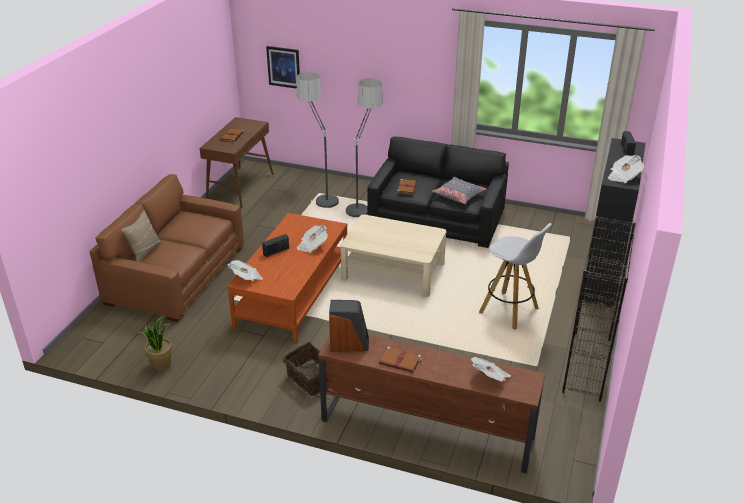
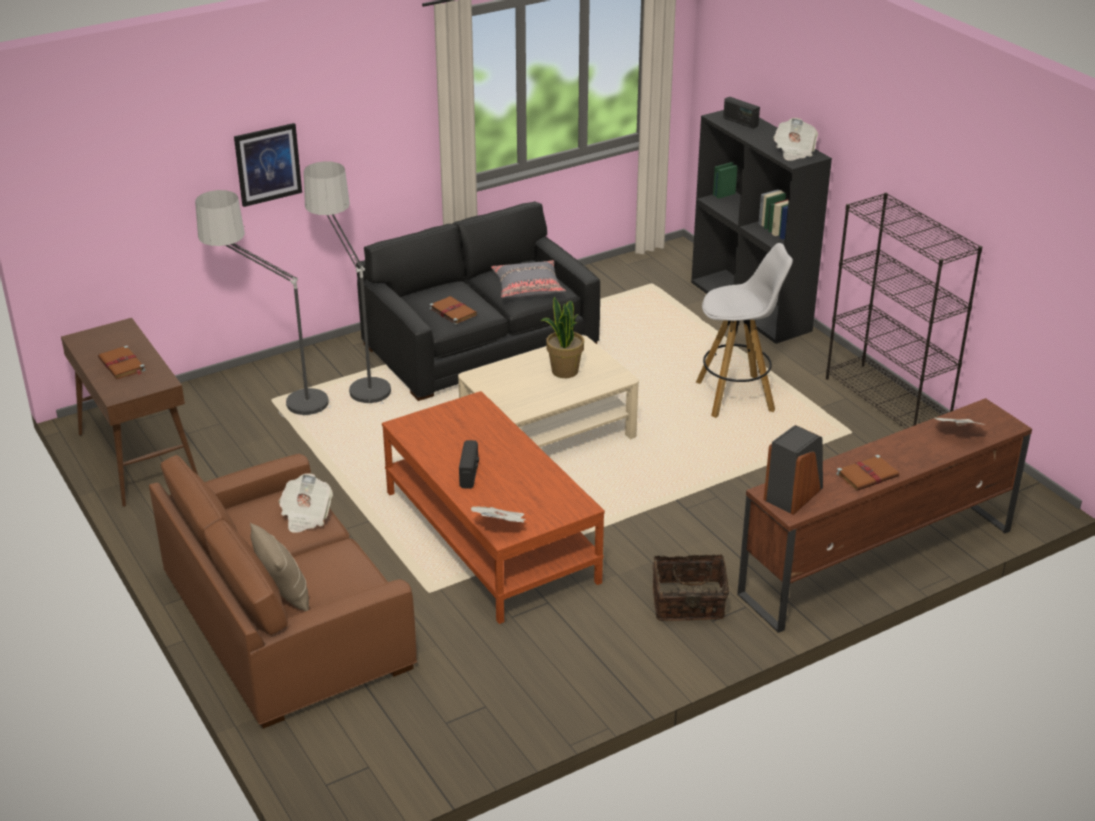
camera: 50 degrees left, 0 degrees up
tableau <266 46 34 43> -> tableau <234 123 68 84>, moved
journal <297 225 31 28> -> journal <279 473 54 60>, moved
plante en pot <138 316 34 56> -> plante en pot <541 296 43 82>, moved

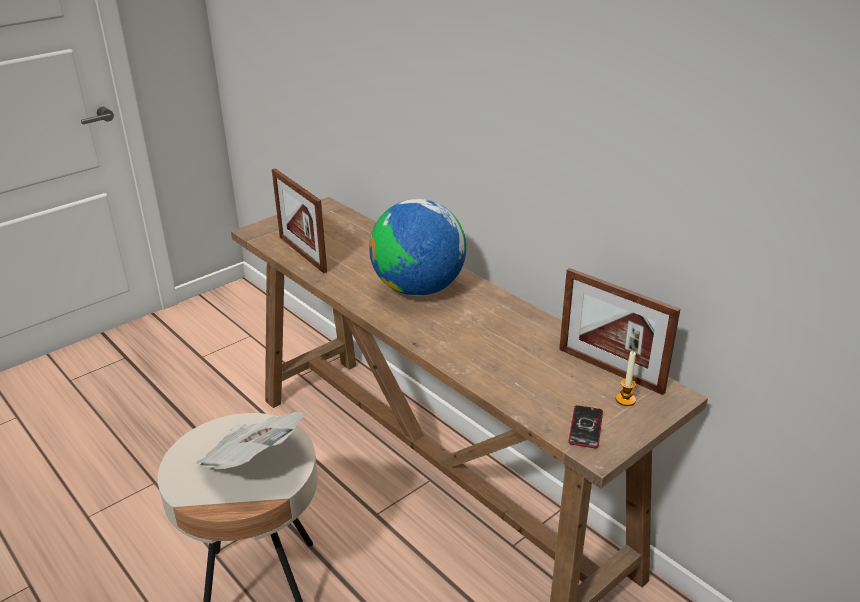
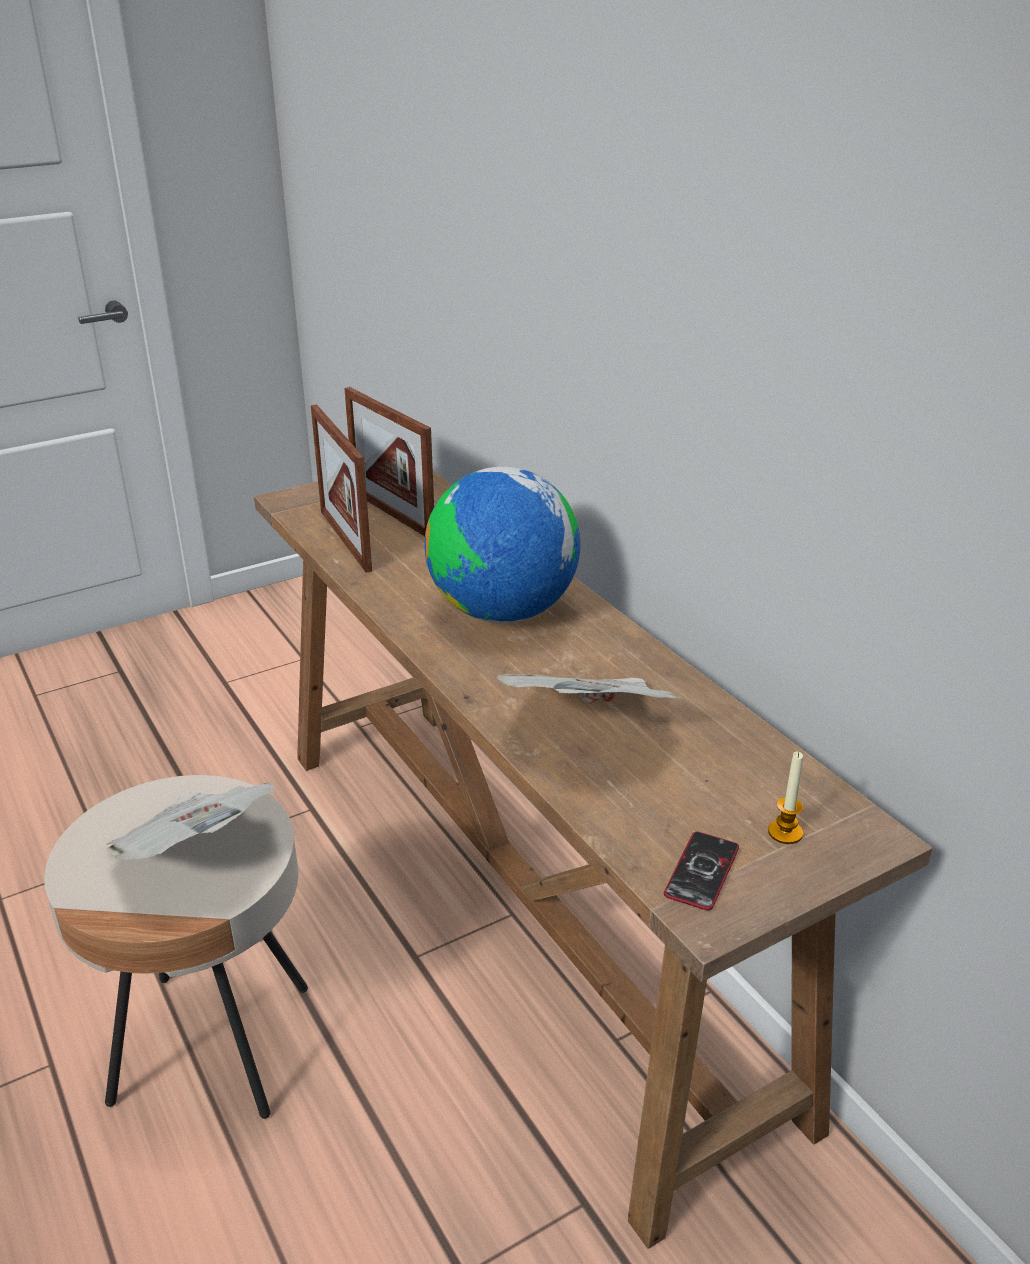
camera: 10 degrees right, 0 degrees up
cadre photo <559 268 121 127> -> cadre photo <344 387 90 149>, moved
none -> journal <497 674 186 30>

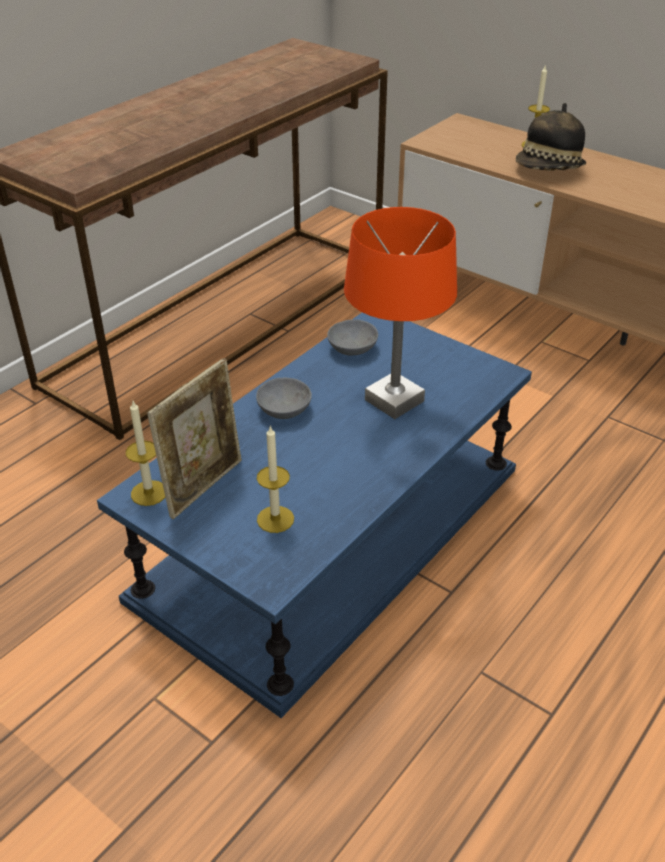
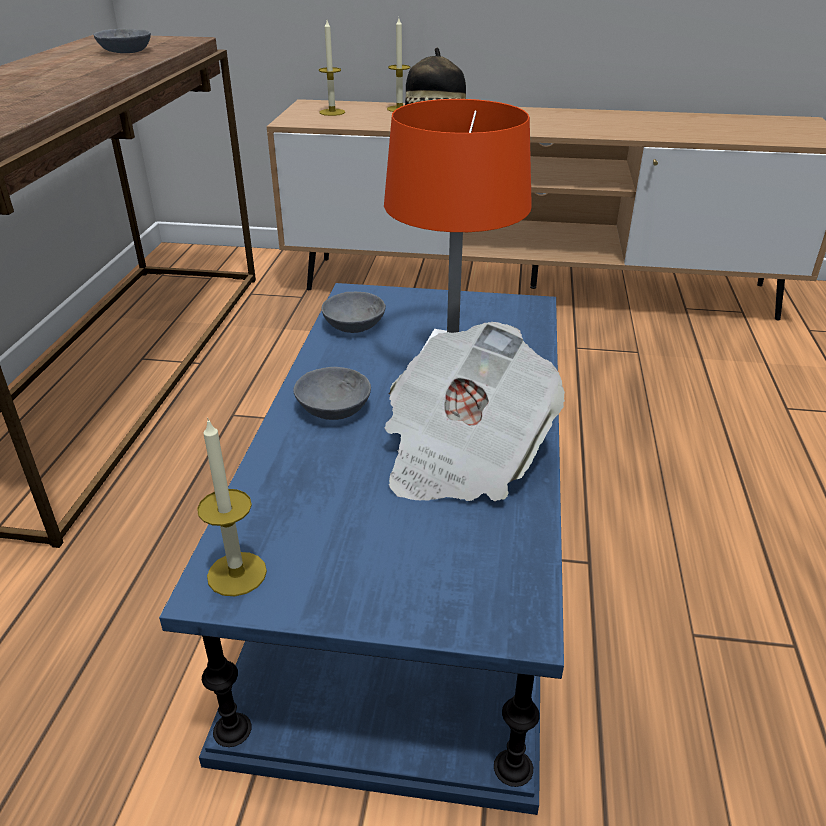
camera: 30 degrees left, 5 degrees down
none -> bol/gris <93 29 58 24>
bougie <257 425 37 108> -> bougie <319 20 26 96>, moved
none -> journal <384 322 181 179>
cadre photo <147 358 94 161> -> none

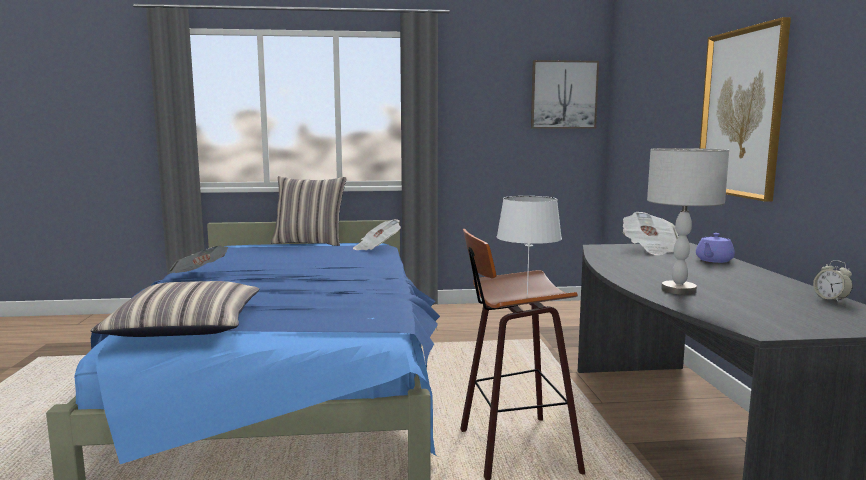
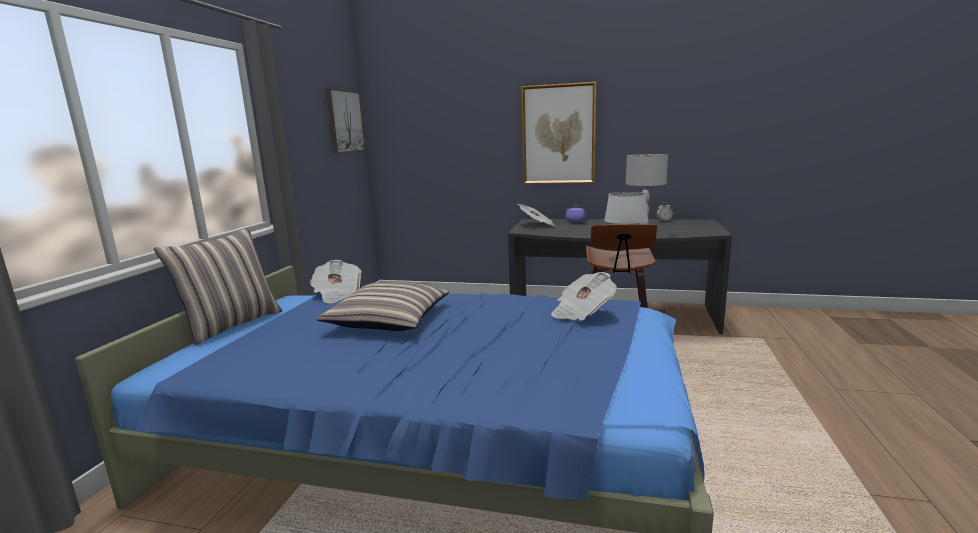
camera: 70 degrees left, 5 degrees up
coussin <90 281 169 56> -> coussin <316 282 133 49>, moved
journal <169 246 59 27> -> journal <551 272 66 49>, moved

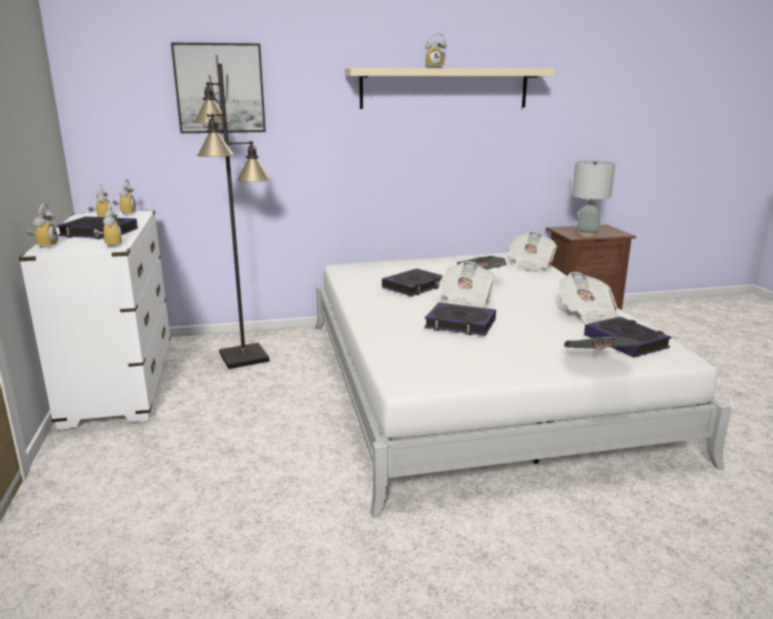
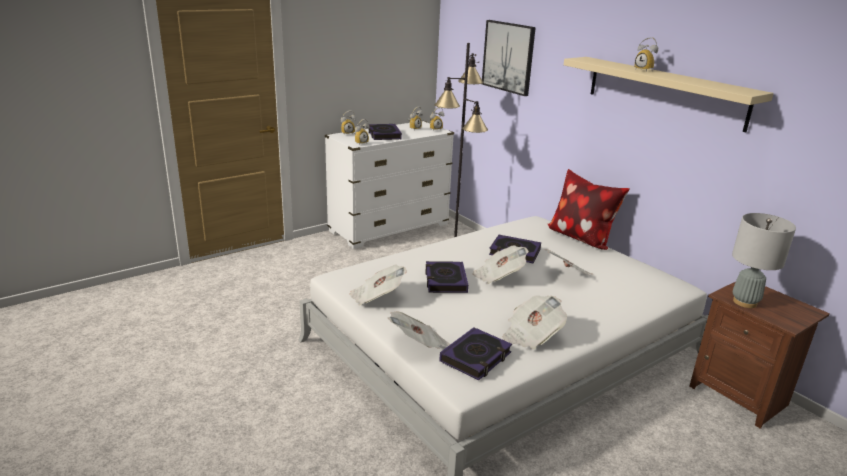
camera: 65 degrees right, 5 degrees up
journal <508 232 49 39> -> journal <350 265 57 41>, moved
none -> coussin <548 169 82 81>

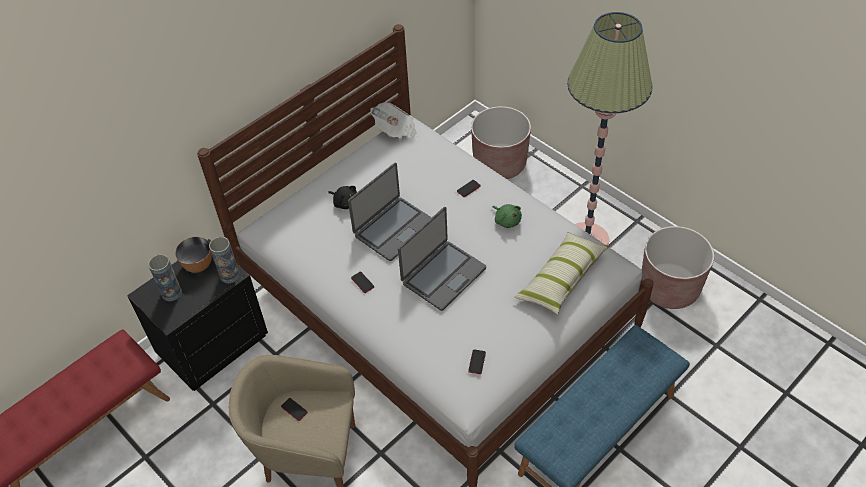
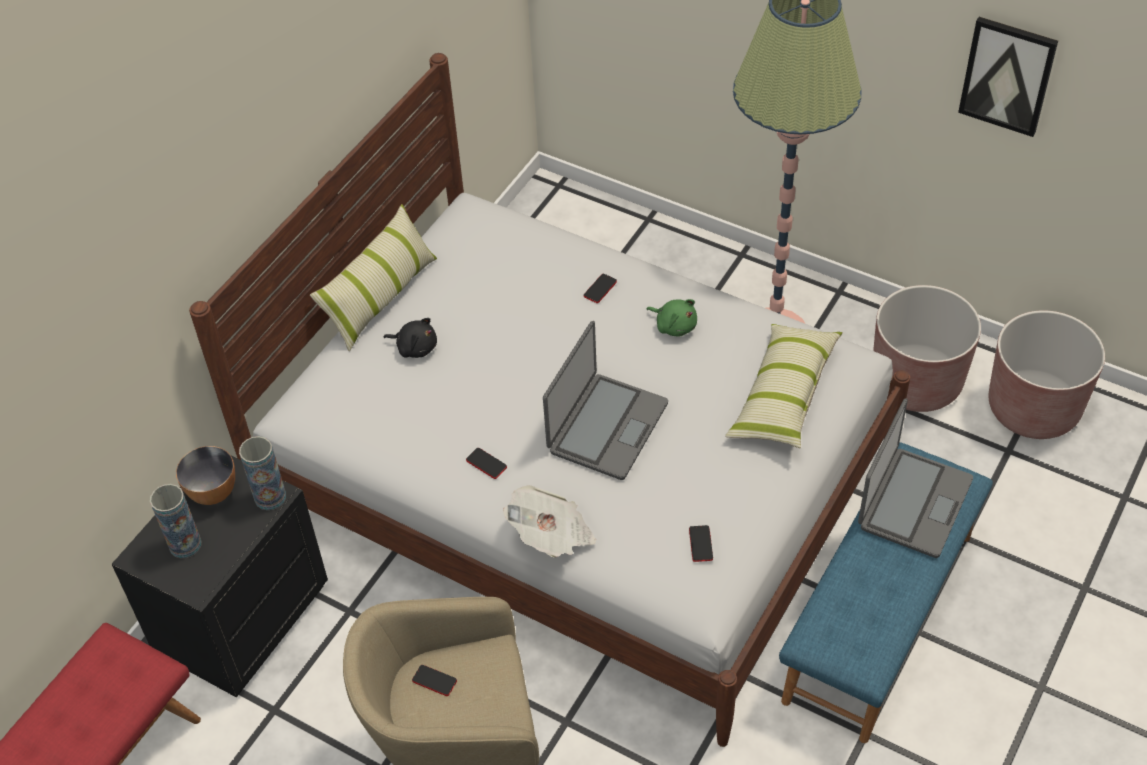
camera: 15 degrees left, 0 degrees up
none -> coussin <310 204 127 147>
journal <370 102 48 37> -> journal <503 485 93 73>, moved
ordinateur portable <348 163 84 98> -> ordinateur portable <858 398 115 160>, moved
none -> tableau <958 17 100 120>
cache-pot/marron <471 106 60 73> -> cache-pot/marron <988 310 117 129>, moved

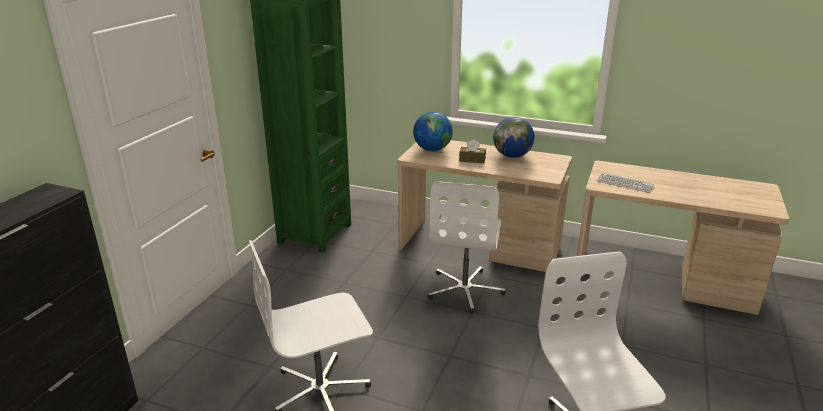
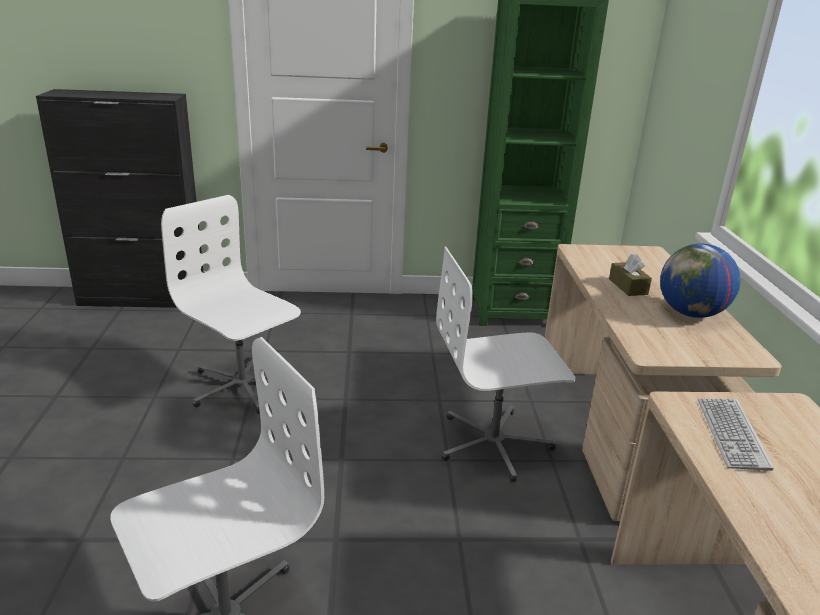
camera: 65 degrees right, 0 degrees up
globe <413 112 40 39> -> none

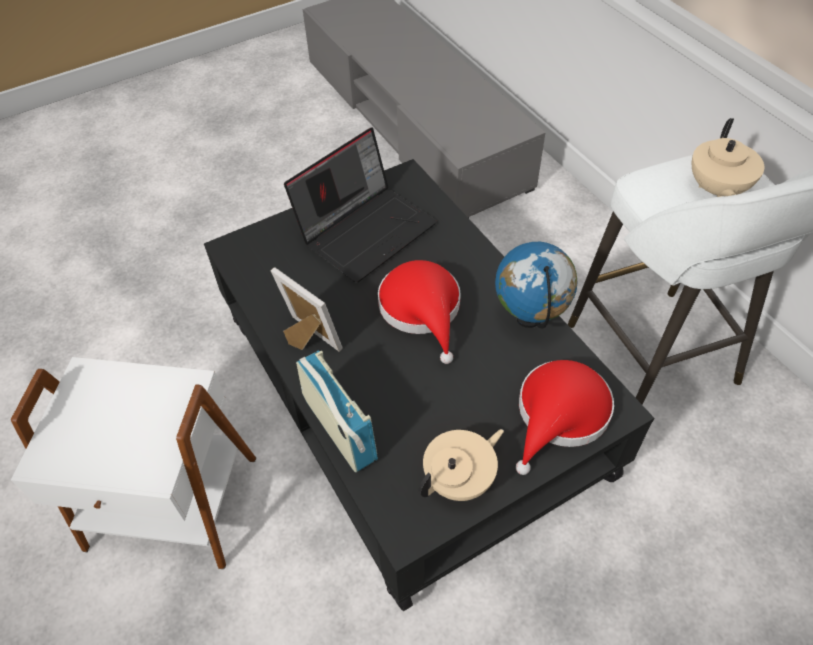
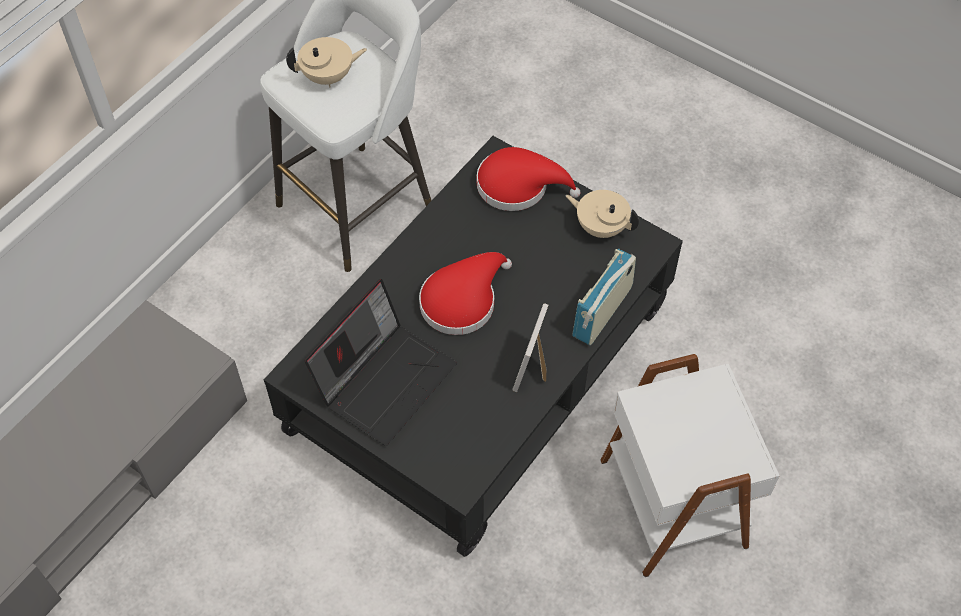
camera: 115 degrees left, 5 degrees up
ordinateur portable <284 127 153 156> -> ordinateur portable <304 279 153 167>, 105 degrees clockwise
globe <495 242 83 87> -> none

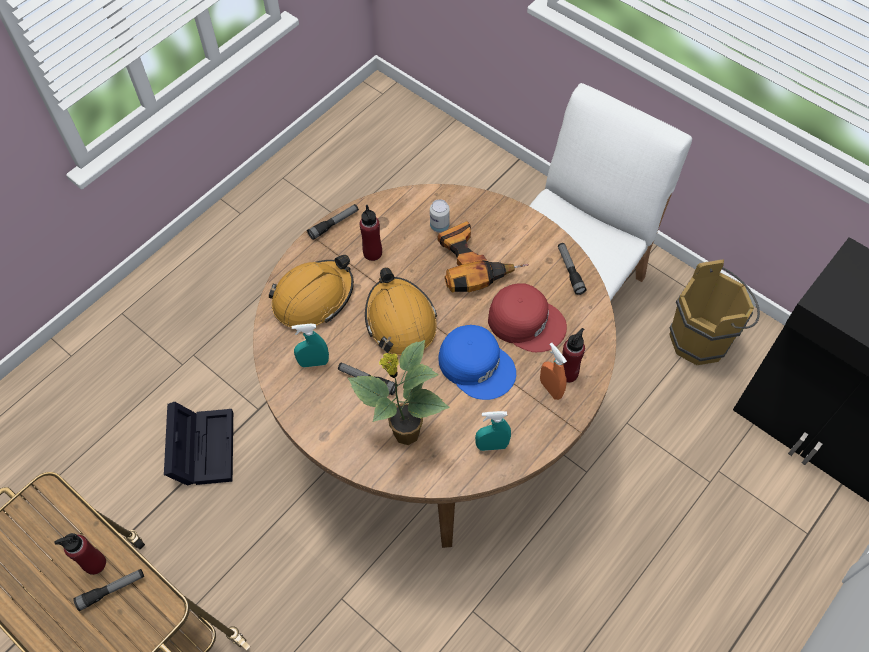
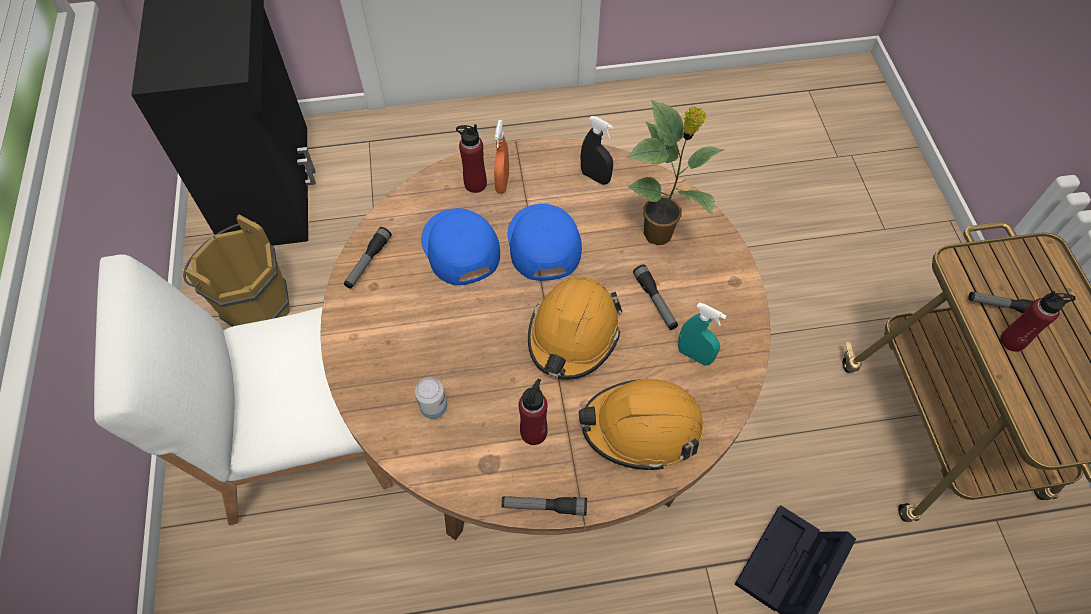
camera: 140 degrees left, 0 degrees up
casquette/rouge <488 283 79 69> -> casquette/bleu <421 208 79 77>
vaporisateur/turquoise <475 411 36 40> -> vaporisateur/noir <580 116 33 69>
perceuse <437 221 92 71> -> none

